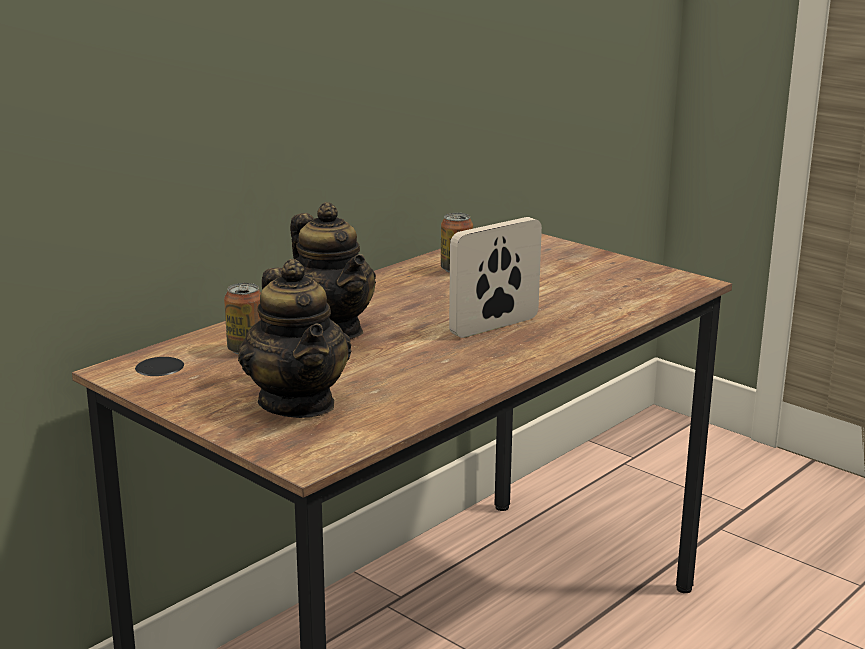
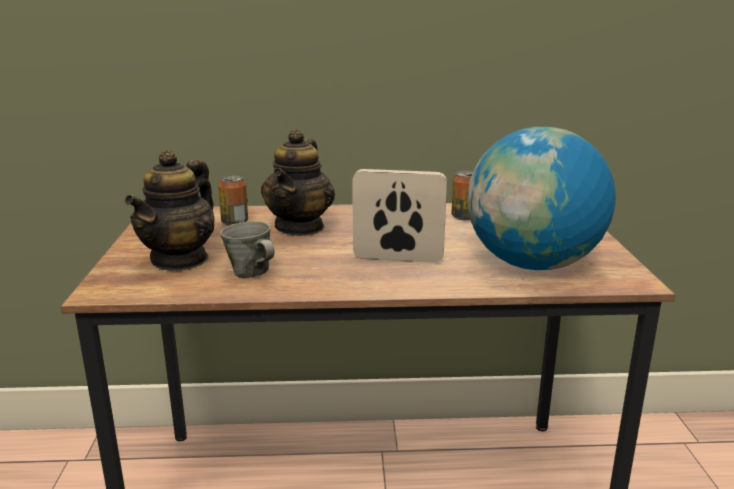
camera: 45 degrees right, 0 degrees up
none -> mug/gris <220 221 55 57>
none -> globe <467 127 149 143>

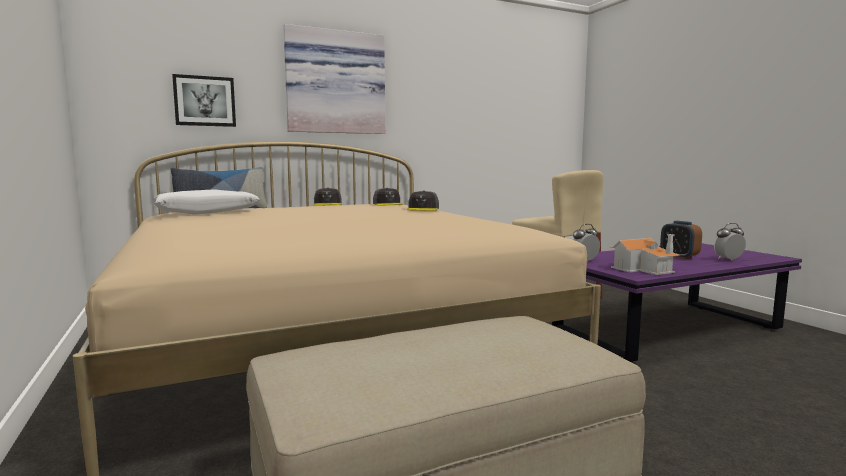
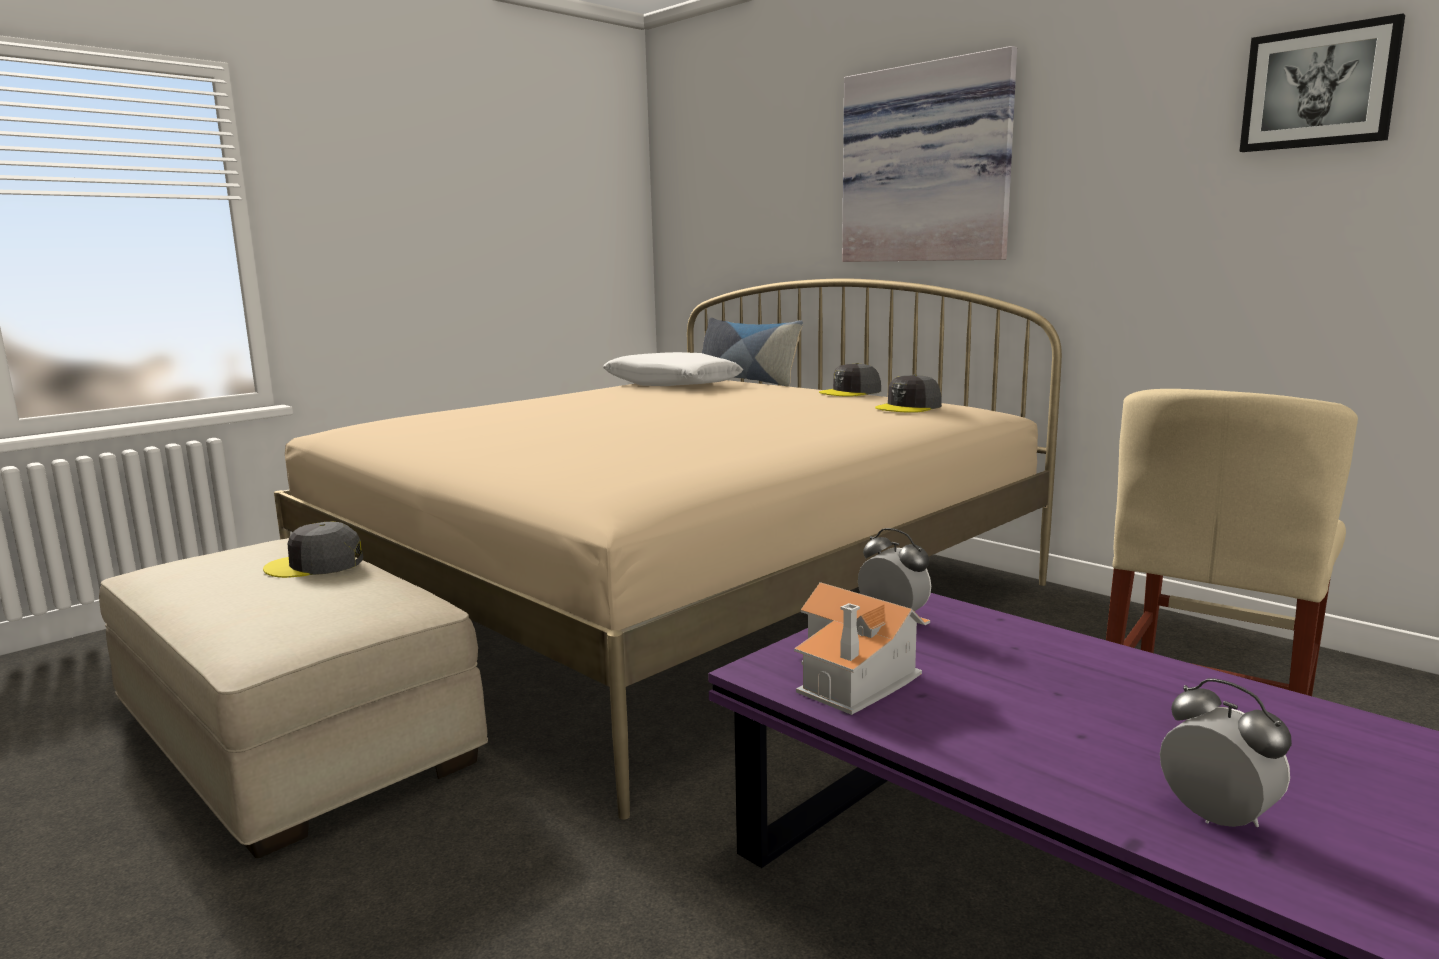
camera: 70 degrees right, 5 degrees up
casquette/gris <406 190 33 21> -> casquette/gris <263 521 100 57>, moved
tableau <172 74 64 53> -> tableau <1239 14 166 138>, moved
réveil <660 221 42 38> -> none

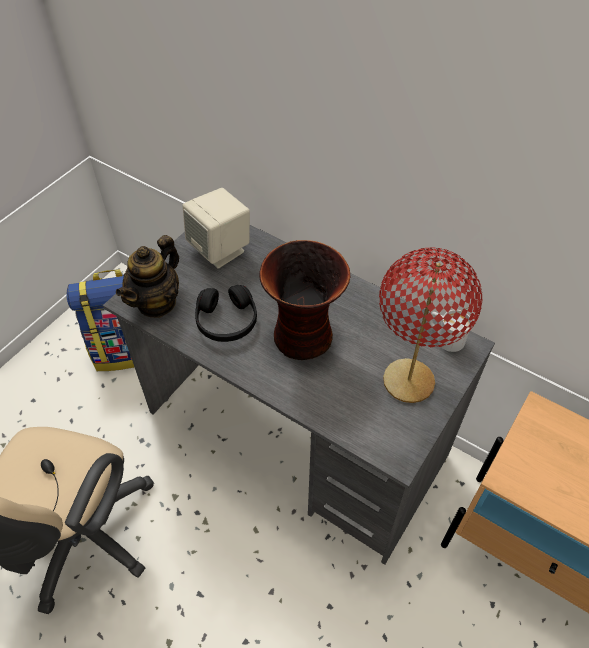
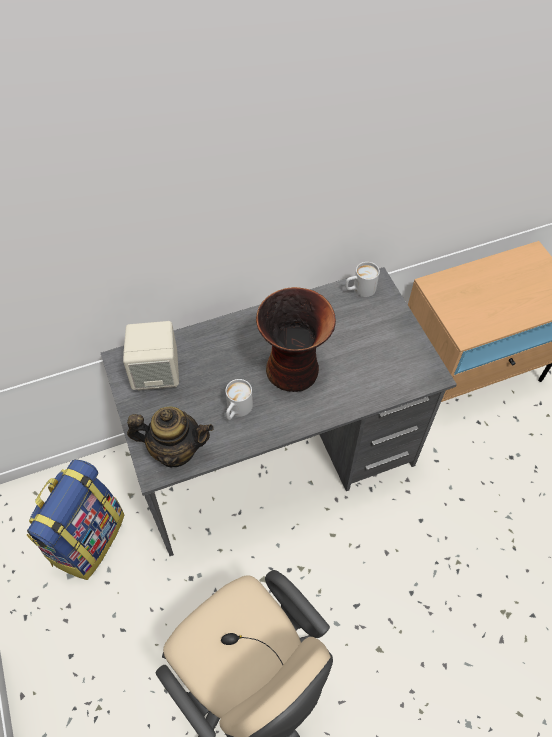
camera: 55 degrees left, 5 degrees up
théière <116 235 63 83> -> théière <127 407 86 60>, 60 degrees counterclockwise
casque audio/noir <195 285 62 57> -> mug/blanc <225 379 28 41>
lampe de table/rouge <379 247 103 156> -> none

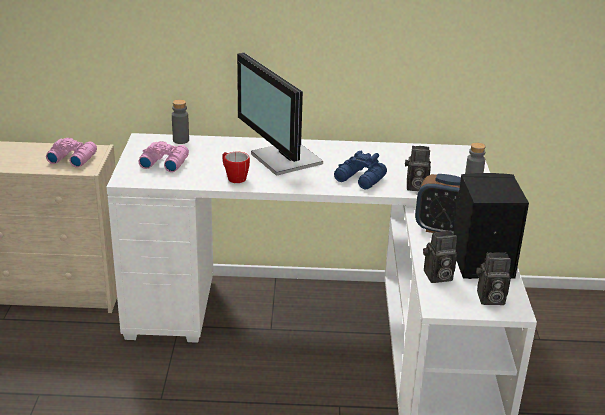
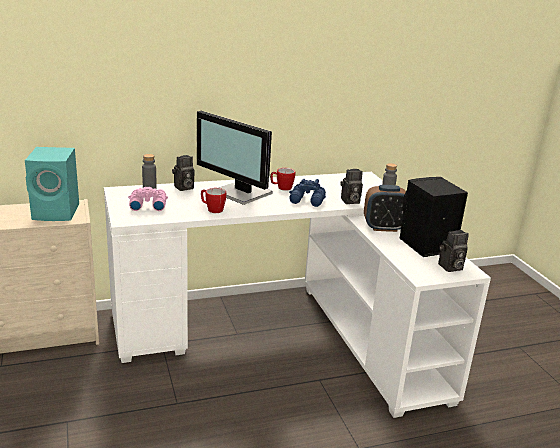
camera: 20 degrees left, 5 degrees down
jumelles/rose <46 138 51 30> -> enceinte/turquoise <25 147 54 74>
appareil photo <423 230 34 53> -> appareil photo <172 155 22 36>, moved
none -> mug <270 168 25 23>

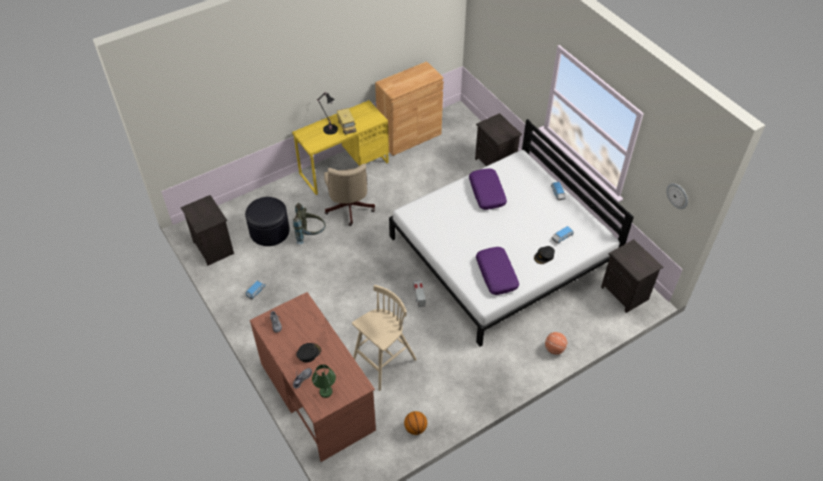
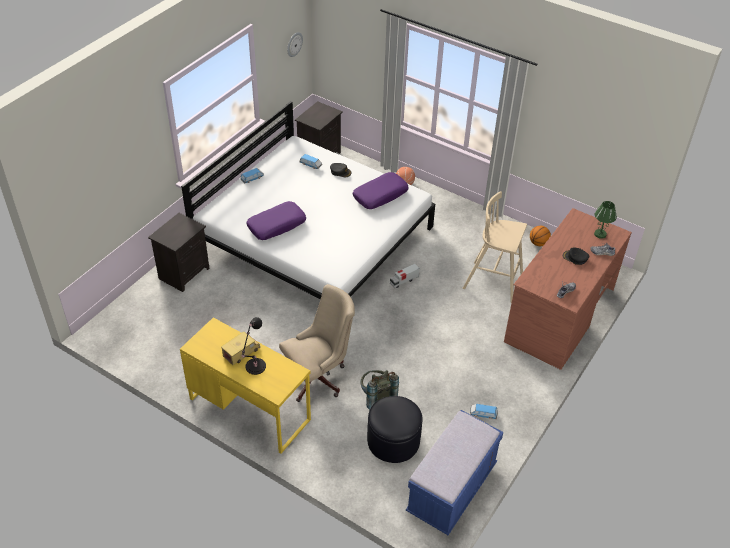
camera: 115 degrees left, 5 degrees down
table de chevet/noir <181 195 53 71> -> banc/bleu <406 410 97 125>
meuble de rangement/marron <375 61 69 95> -> none

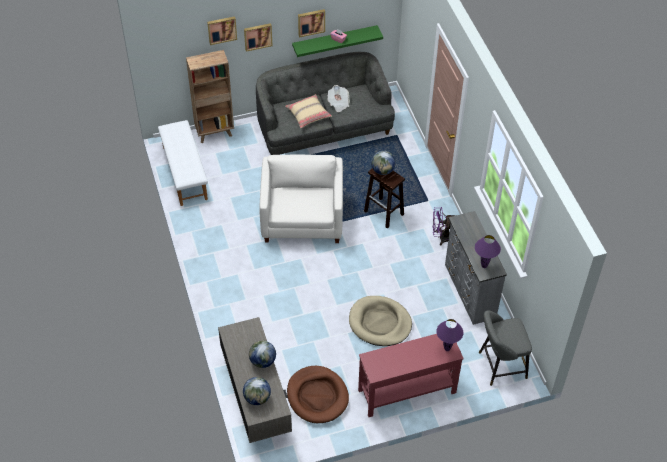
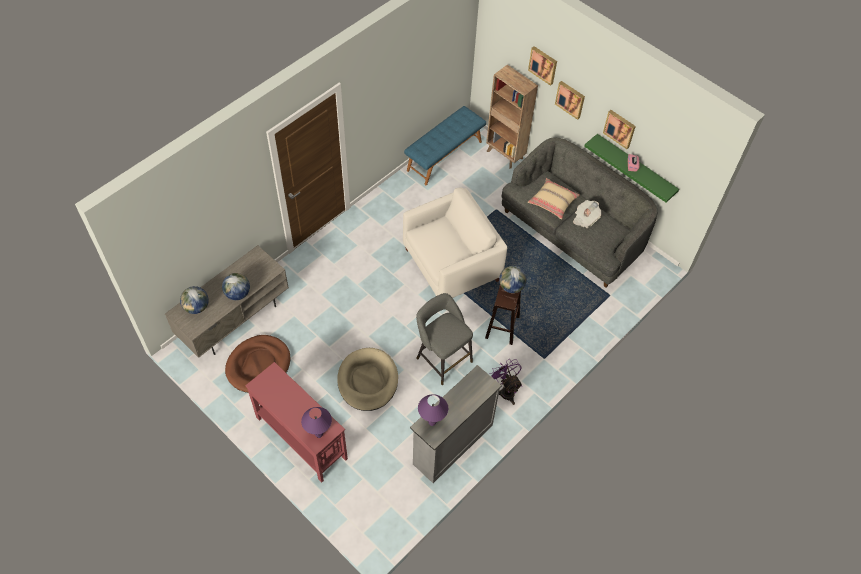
camera: 60 degrees right, 5 degrees up
banc/blanc <158 120 50 86> -> banc/bleu <404 106 82 79>
tabouret/gris <479 310 53 76> -> tabouret/gris <416 293 57 92>, moved

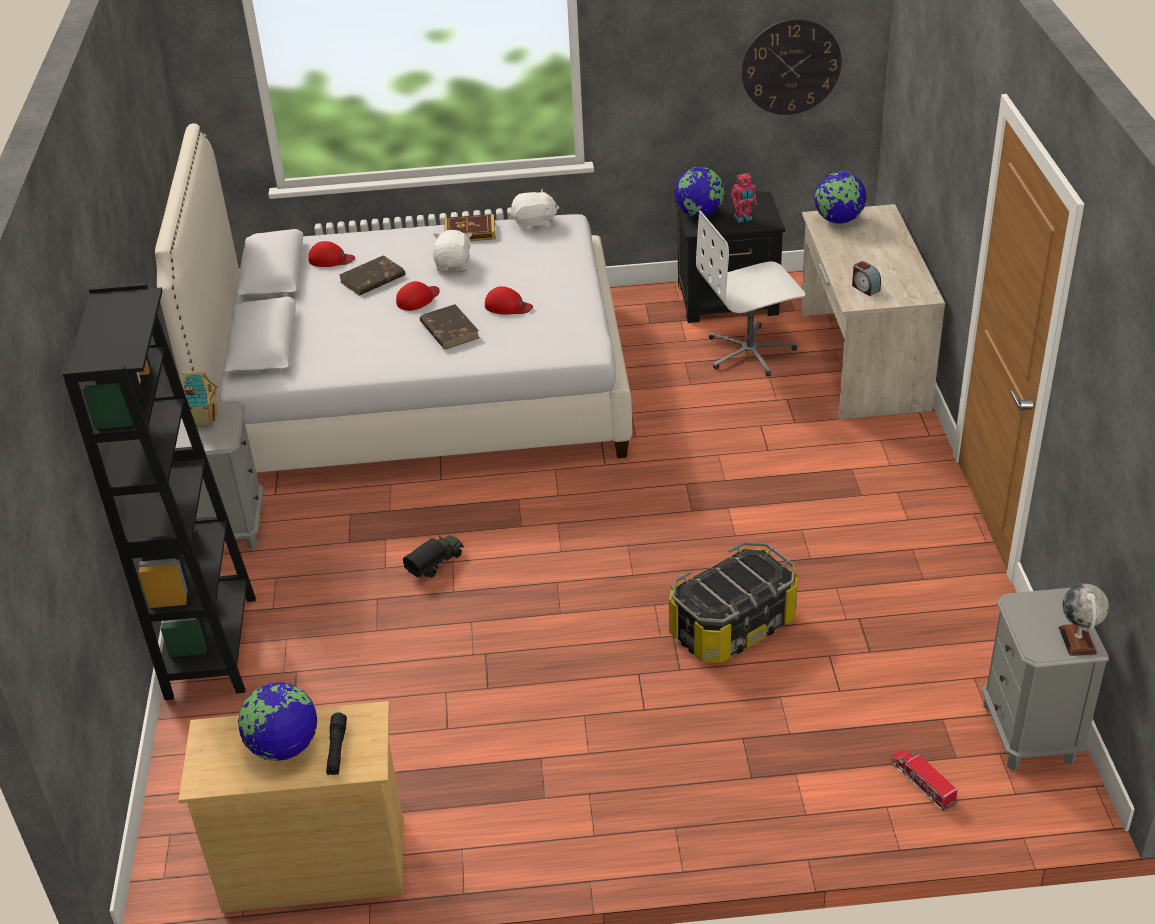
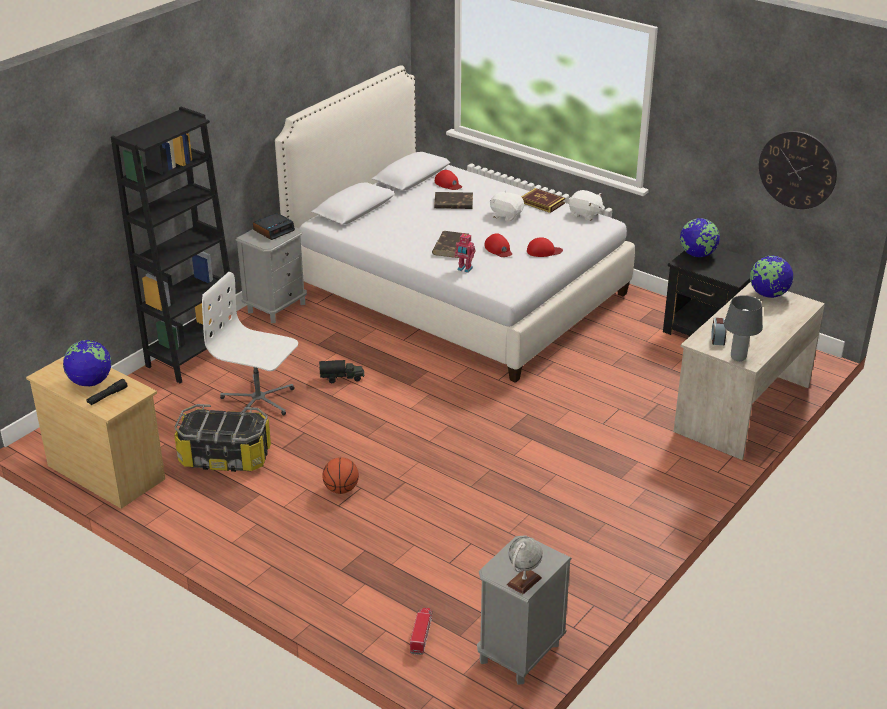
camera: 40 degrees right, 5 degrees down
boîte de rangement <669 542 129 121> -> boîte de rangement <174 404 97 68>, moved
chaise de bureau/blanc <696 211 109 166> -> chaise de bureau/blanc <202 272 96 143>, moved
maison miniature <182 372 36 54> -> réveil <253 213 42 27>
none -> ballon de basket <322 457 37 37>
robot jouet <731 173 26 50> -> robot jouet <454 233 22 40>, moved
peluche/blanc <433 230 39 41> -> peluche/blanc <490 190 34 32>, 105 degrees counterclockwise
casquette/rouge <396 281 44 30> -> casquette/rouge <527 237 36 20>, moved
none -> lampe de table/gris <724 295 39 66>

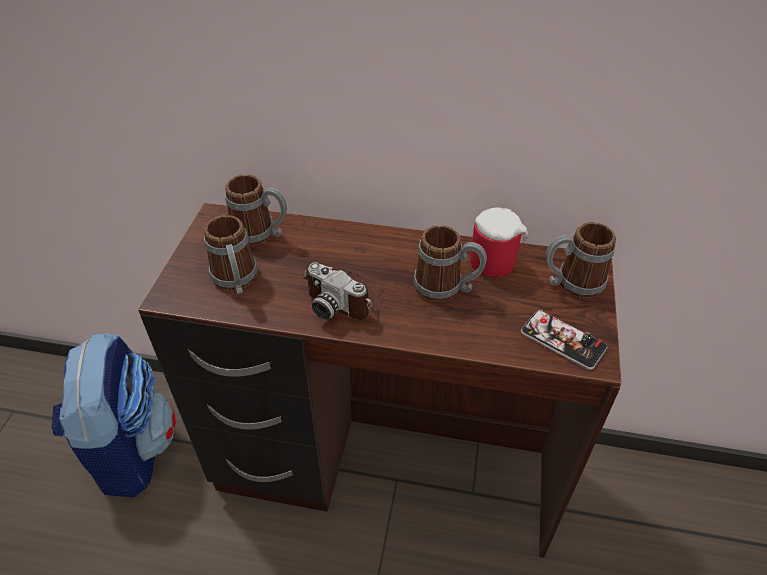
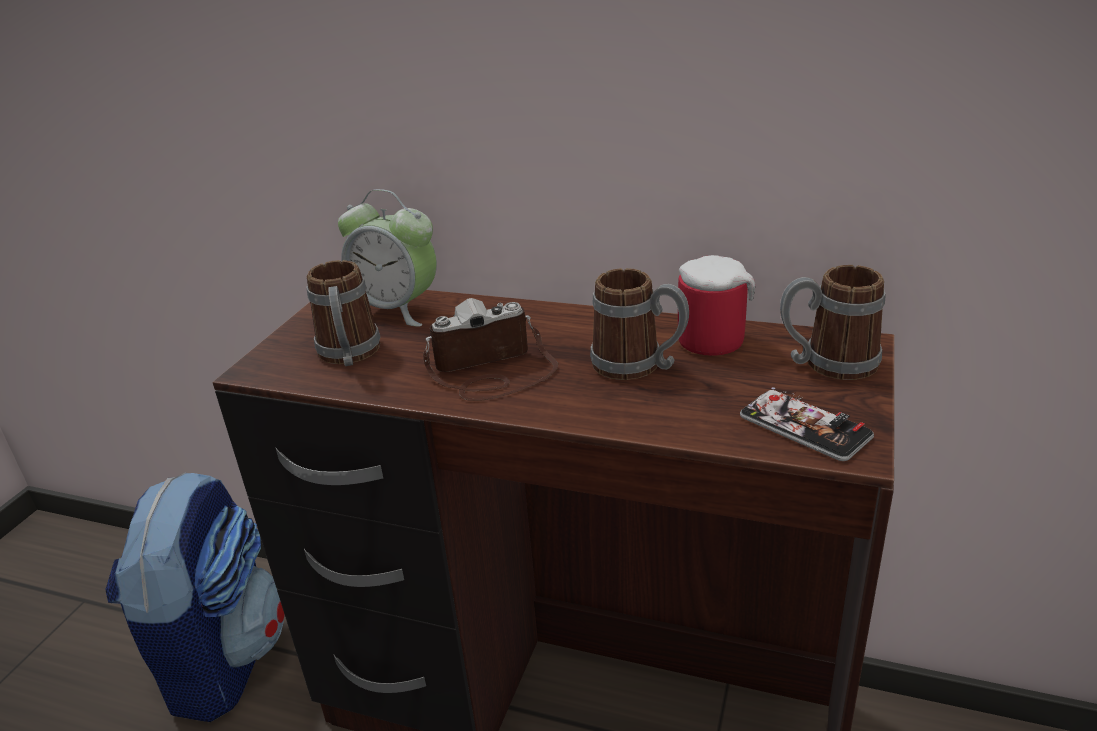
camera: 10 degrees right, 15 degrees down
mug <225 174 62 72> -> réveil <338 189 99 138>
appareil photo <303 262 80 58> -> appareil photo <423 298 135 103>, 120 degrees clockwise

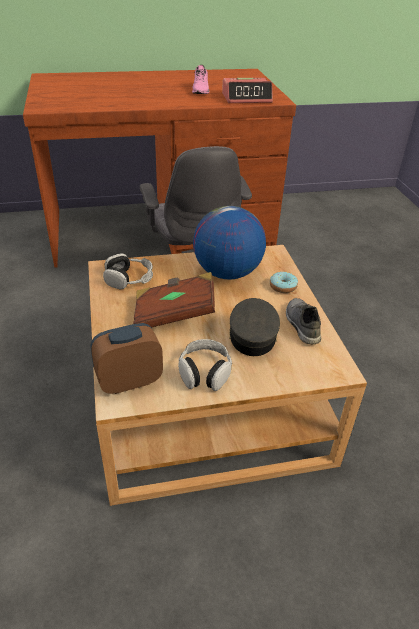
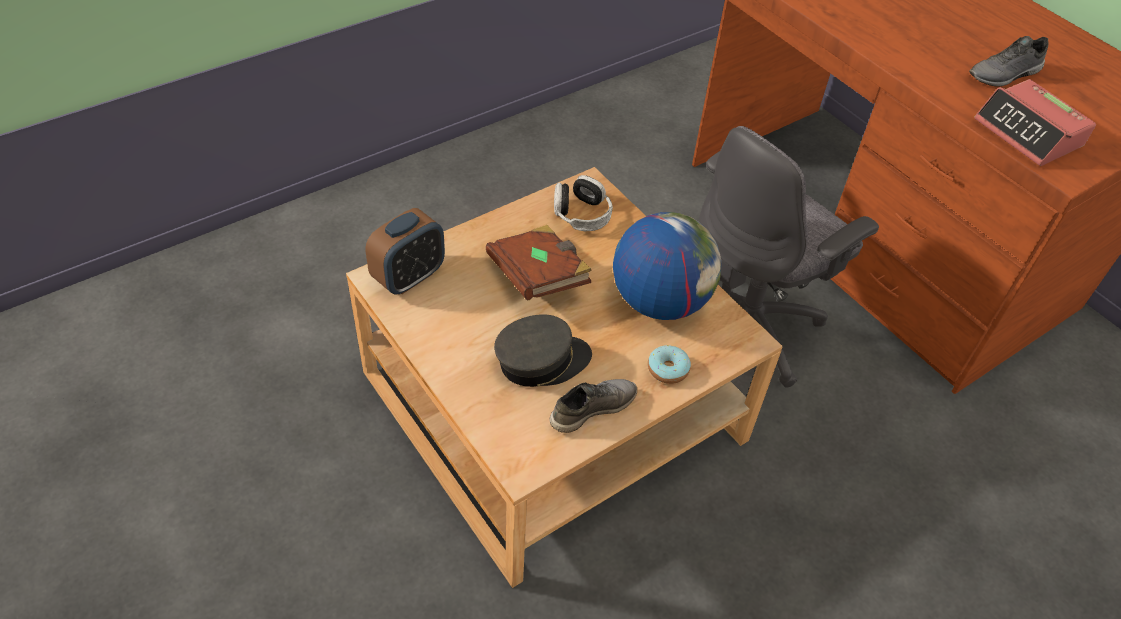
camera: 65 degrees right, 10 degrees up
réveil <91 323 72 71> -> réveil <365 208 80 87>, 90 degrees clockwise
chaussure/rose <192 65 17 29> -> chaussure/gris <969 36 80 50>
casque audio <178 339 54 52> -> none

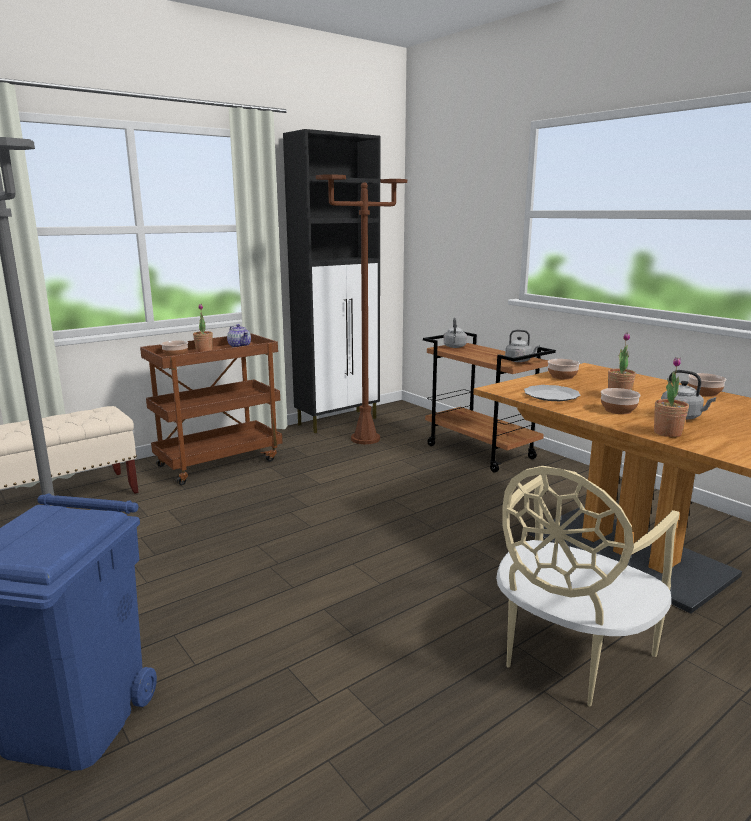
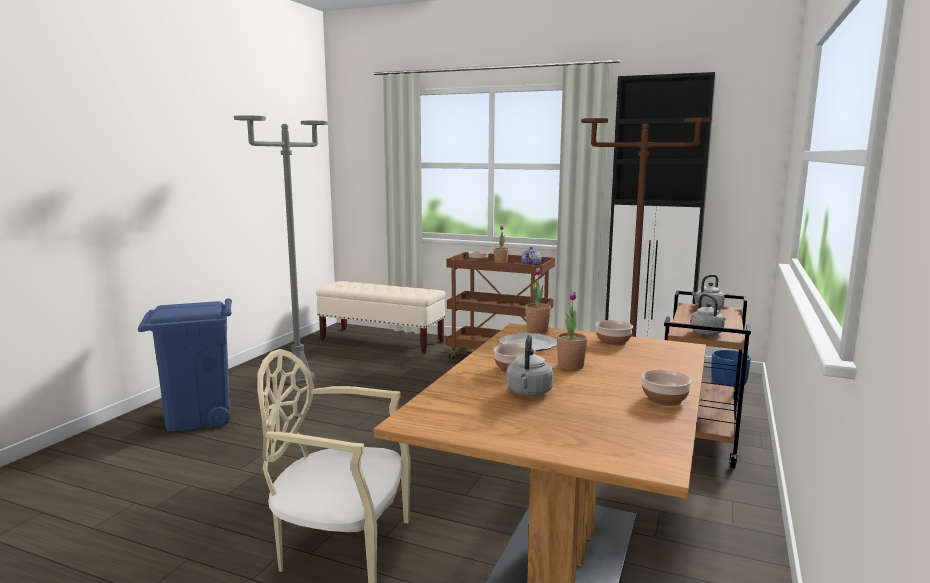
camera: 60 degrees right, 5 degrees down
plante en pot <654 357 35 80> -> plante en pot <525 267 26 67>, moved
none -> cache-pot/bleu <711 350 40 39>

